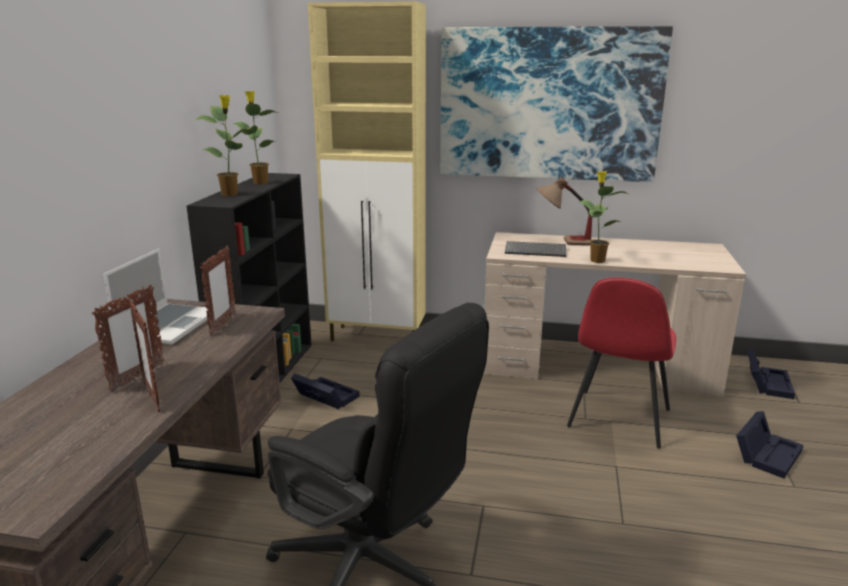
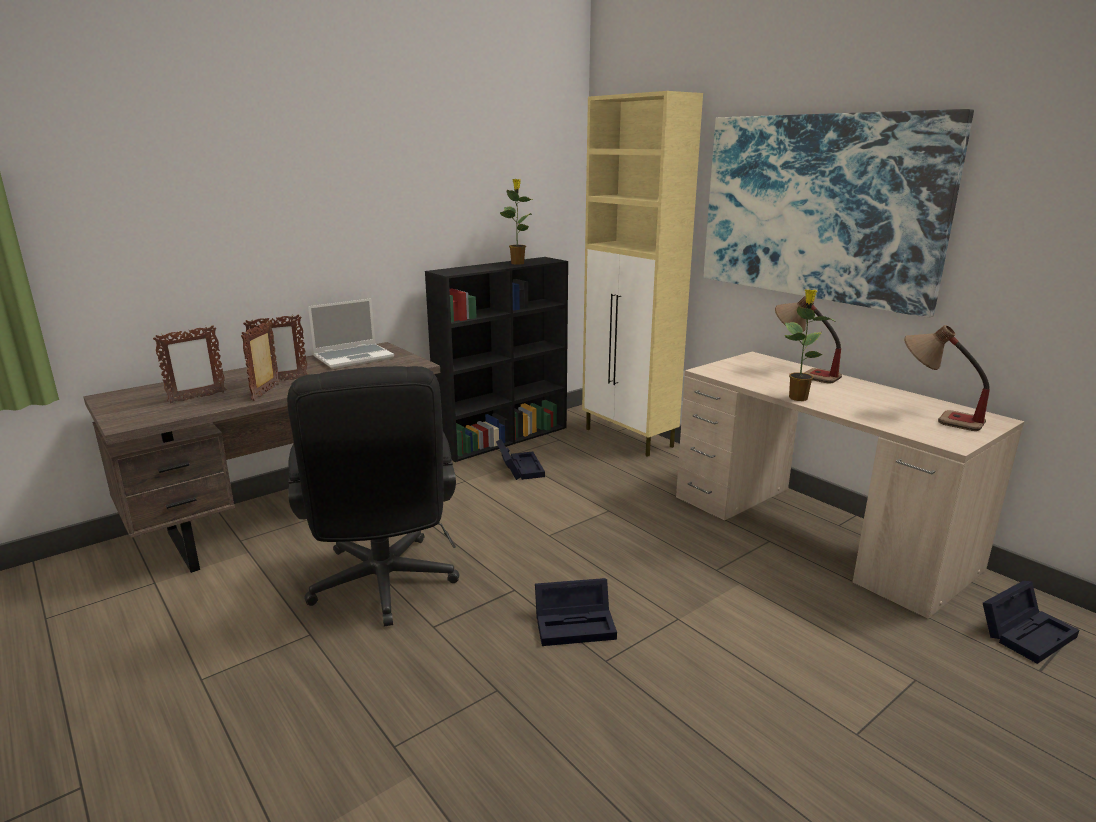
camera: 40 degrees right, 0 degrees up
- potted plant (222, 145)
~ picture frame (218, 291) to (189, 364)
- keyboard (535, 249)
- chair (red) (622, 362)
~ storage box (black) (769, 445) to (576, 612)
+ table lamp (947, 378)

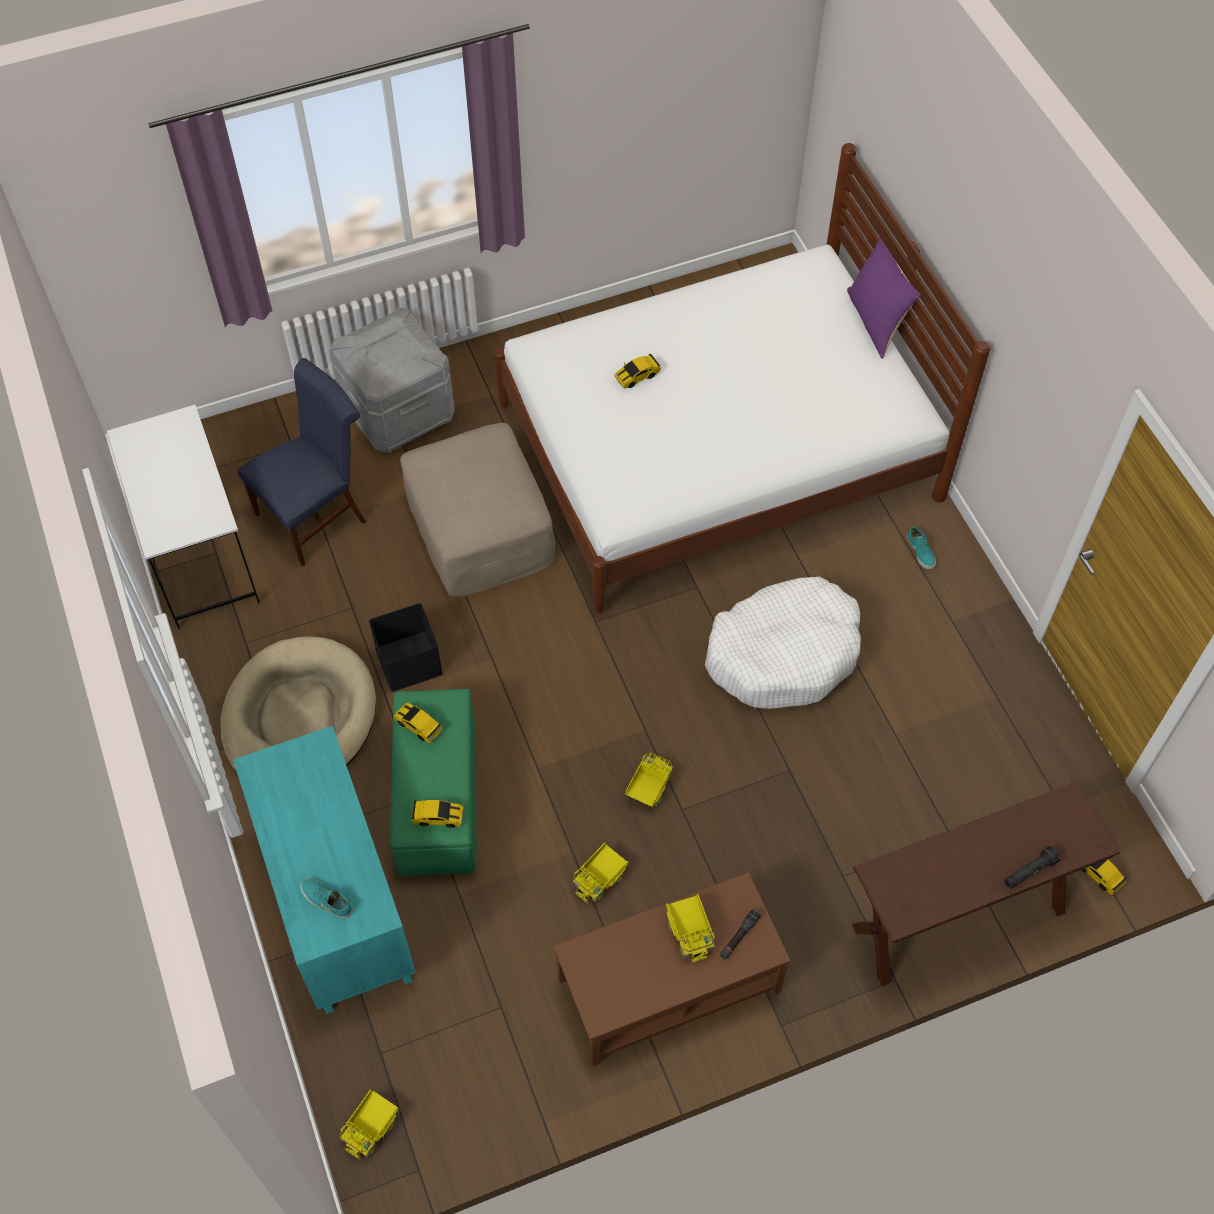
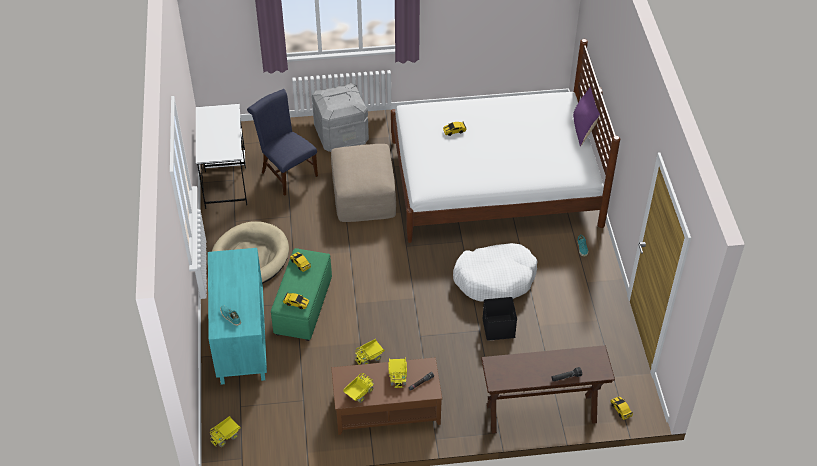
camera: 15 degrees right, 10 degrees down
~ chair (blue) (301, 462) = (282, 142) 105 degrees counterclockwise
~ storage box (black) (406, 647) to (499, 319)
~ toy truck (649, 780) to (358, 388)

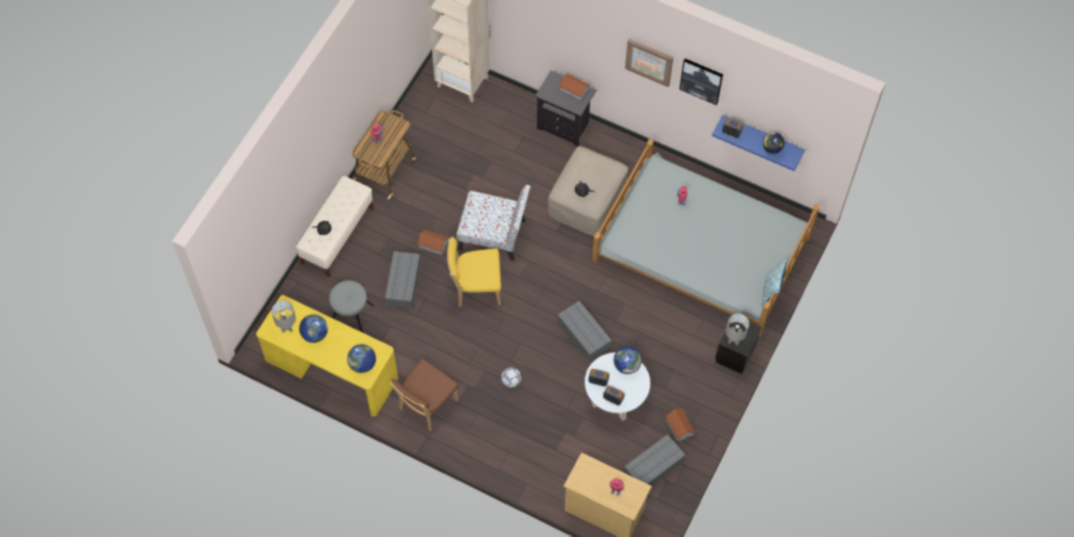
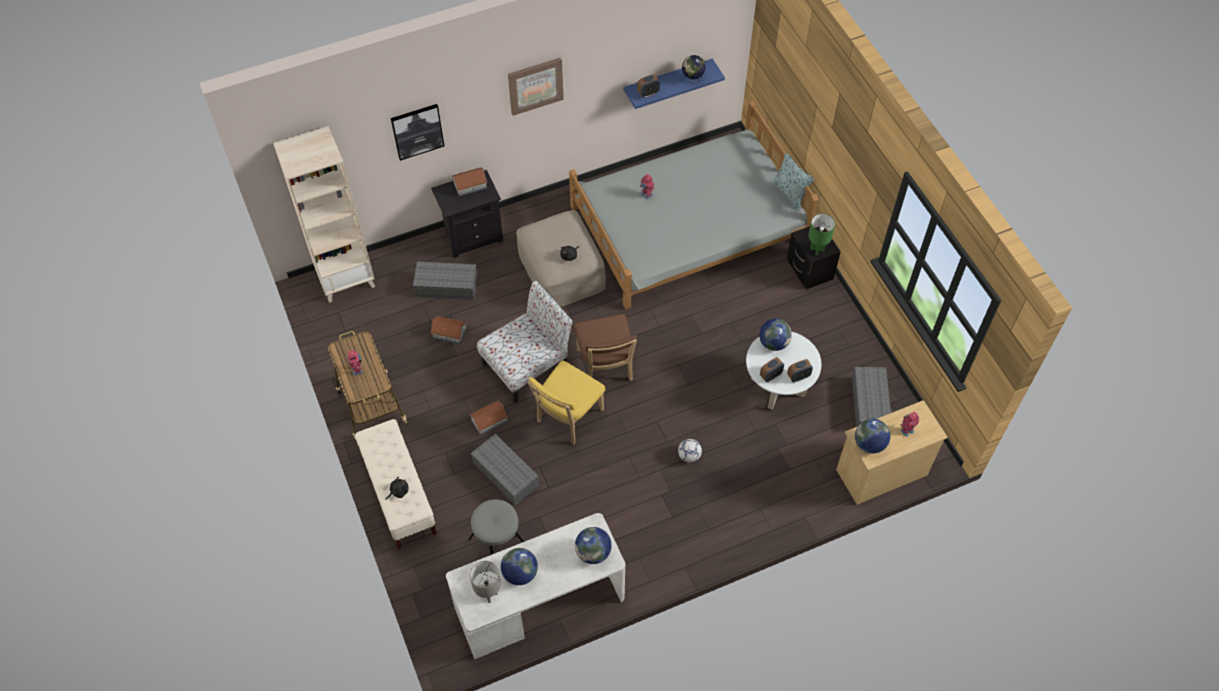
camera: 50 degrees left, 5 degrees down
~ desk (yellow) (327, 355) to desk (white) (535, 586)
~ chair (brown) (424, 395) to (605, 347)
~ storage box (grey) (585, 331) to (445, 280)
~ toy house (680, 425) to (448, 330)
~ picture (701, 82) to (417, 132)
~ table lamp (grey) (737, 329) to table lamp (green) (821, 235)
+ globe (872, 436)

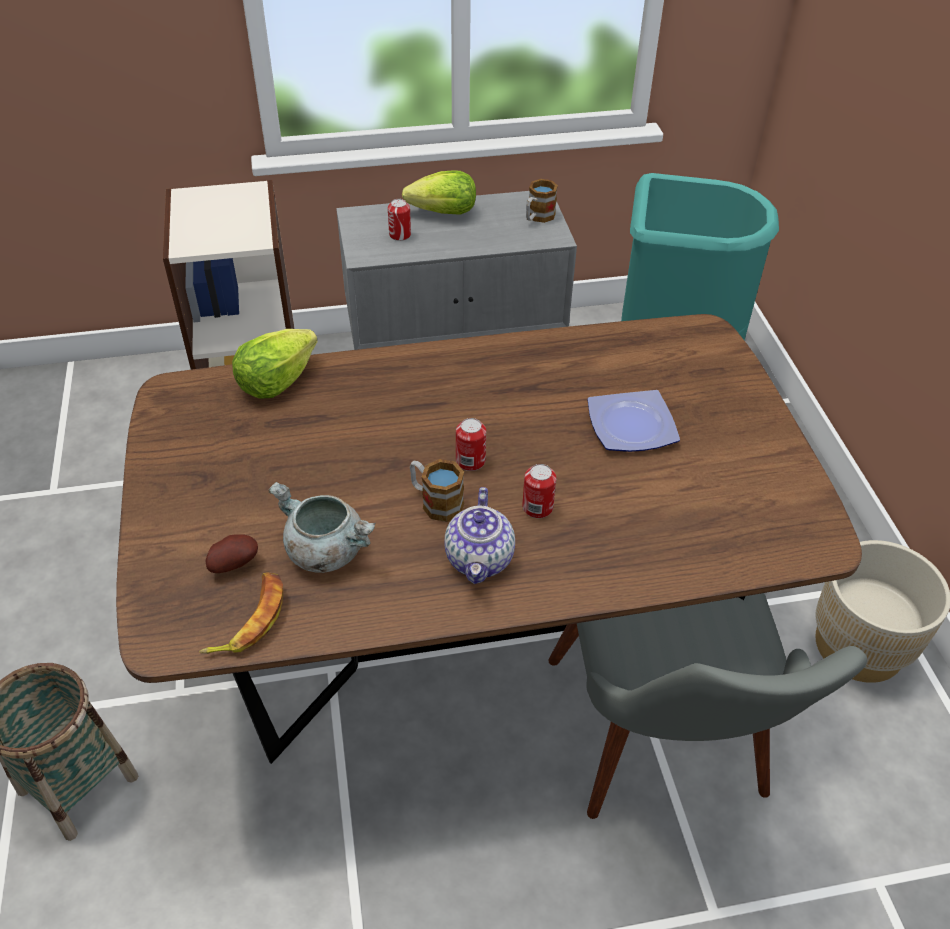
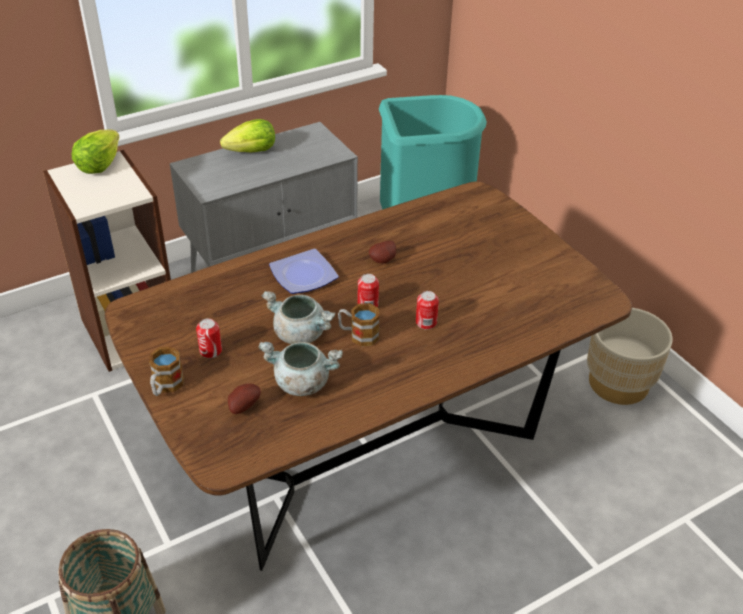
camera: 20 degrees left, 5 degrees down
- banana (241, 613)
~ lettuce (275, 364) to (95, 152)
~ can (399, 220) to (209, 338)
- teapot (479, 535)
~ mug (542, 201) to (166, 371)
- chair (grey) (707, 706)
~ plate (633, 421) to (304, 271)
+ cooking pot (grey) (298, 317)
+ potato (382, 252)

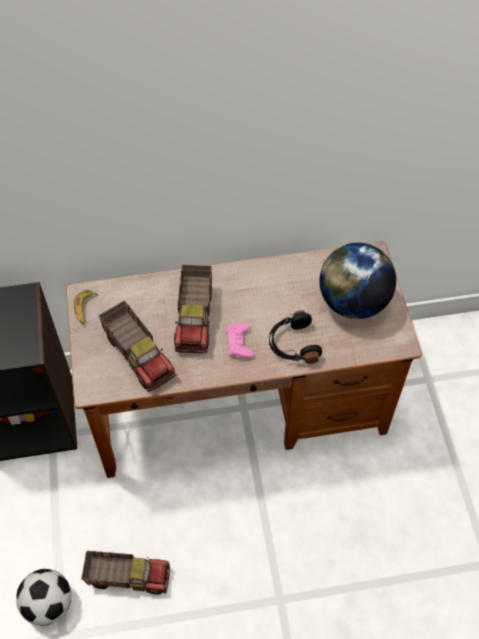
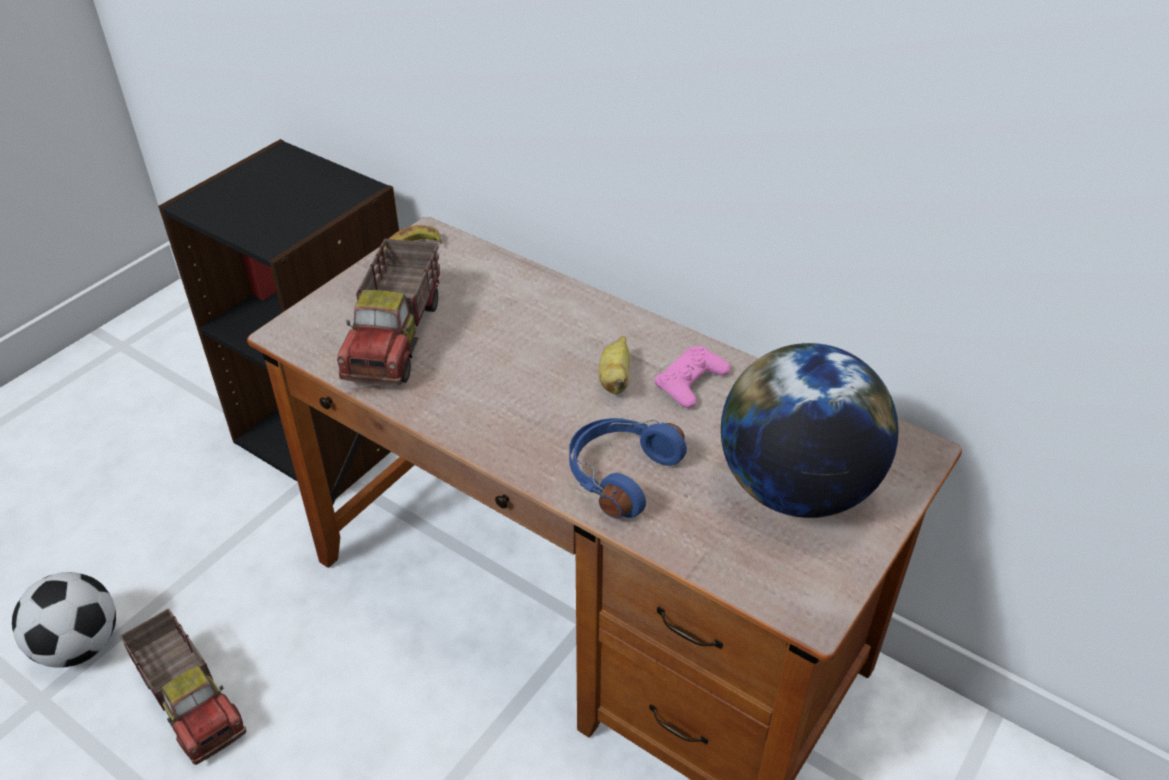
camera: 45 degrees right, 15 degrees down
- toy truck (193, 309)
~ game controller (pink) (240, 340) to (692, 377)
~ headphones (black) (295, 337) to headphones (blue) (628, 468)
+ banana (614, 365)

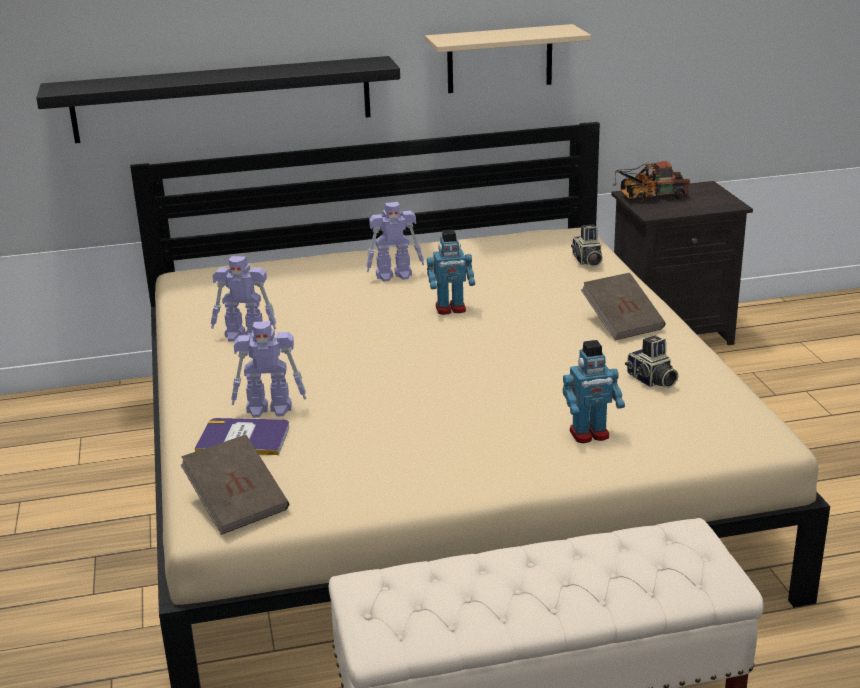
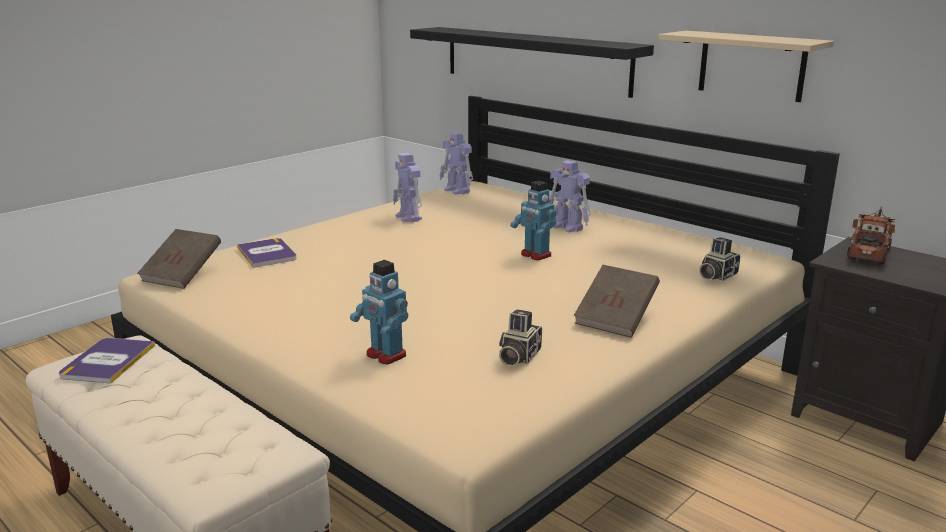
camera: 55 degrees right, 5 degrees down
~ toy robot (268, 369) to (456, 163)
~ toy truck (651, 182) = (871, 235) 75 degrees clockwise
+ book (107, 361)

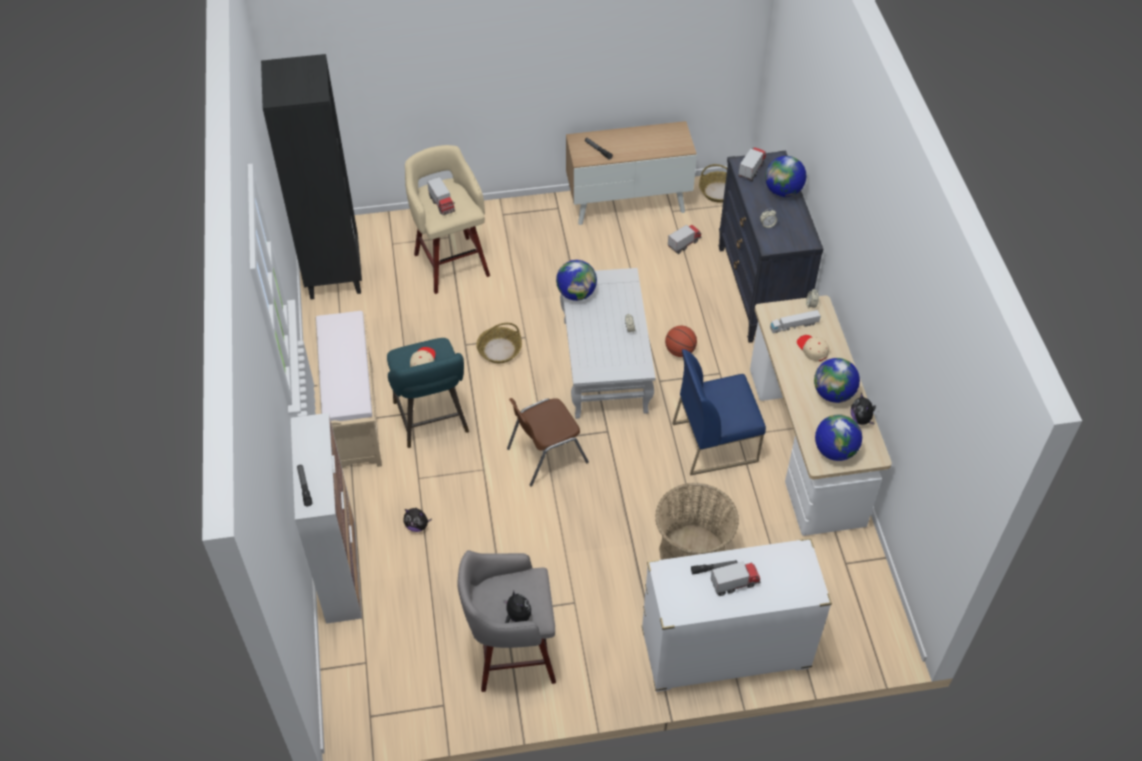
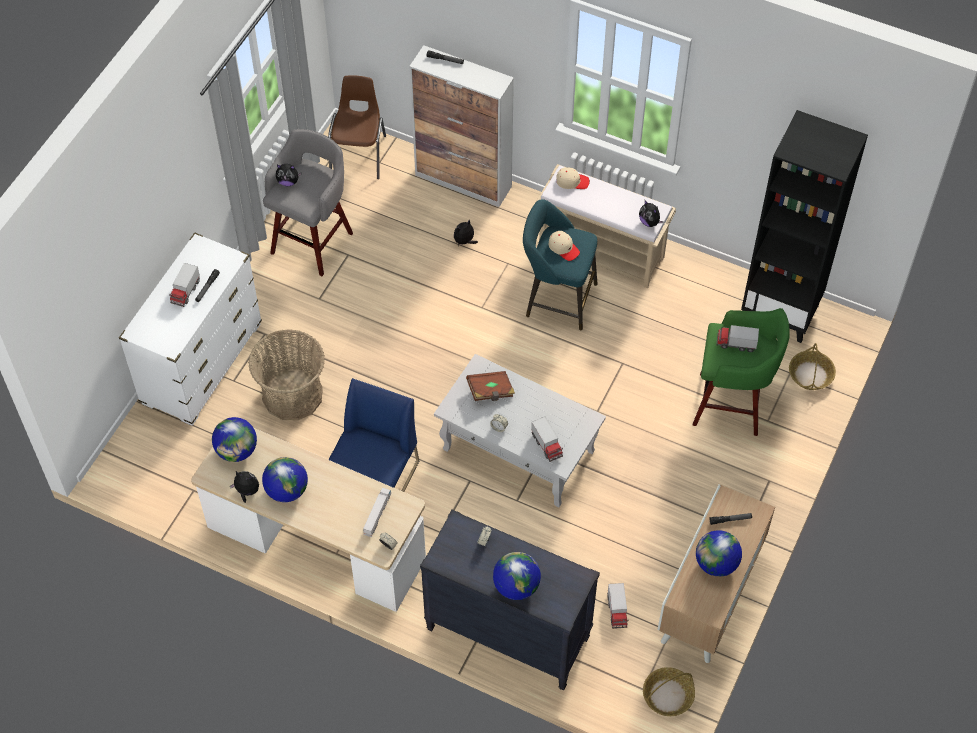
camera: 125 degrees right, 5 degrees up
~ stool (beige) (447, 219) to stool (green) (741, 372)
~ basket (499, 343) to (812, 366)
~ chair (brown) (548, 442) to (357, 127)
~ globe (576, 280) to (719, 553)
- basketball (681, 341)
~ toy truck (752, 164) to (547, 439)
~ cap (beige) (813, 348) to (573, 178)
+ book (brown) (490, 386)
+ plush toy (651, 213)

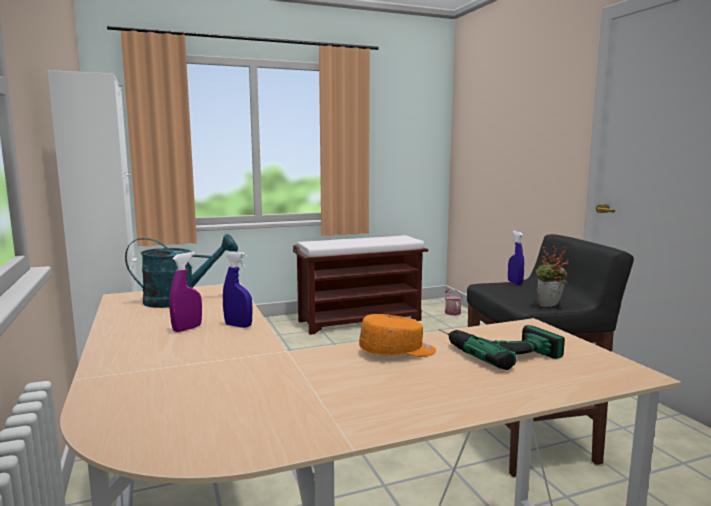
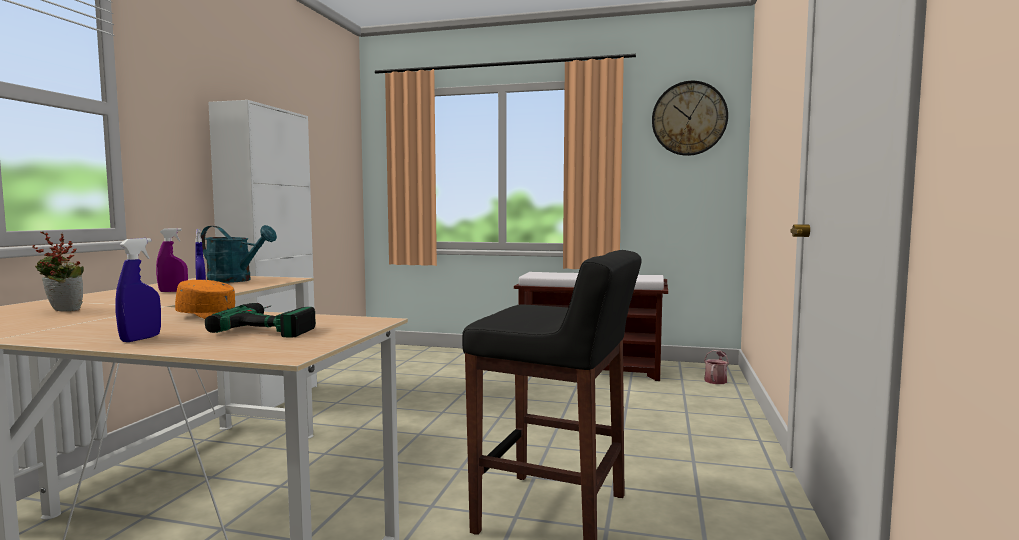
camera: 35 degrees right, 5 degrees down
~ spray bottle (blue) (516, 258) to (138, 290)
~ potted plant (552, 276) to (58, 271)
+ wall clock (690, 118)

